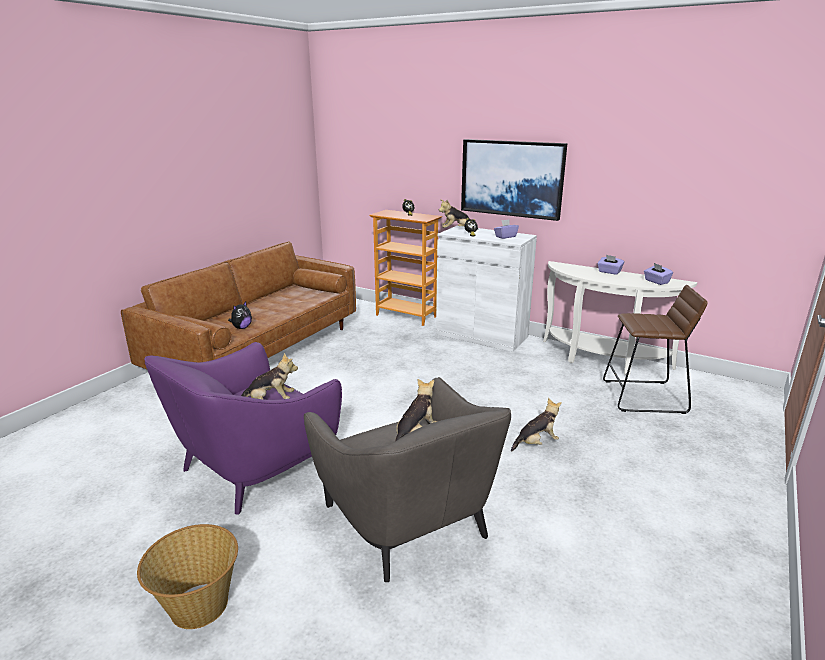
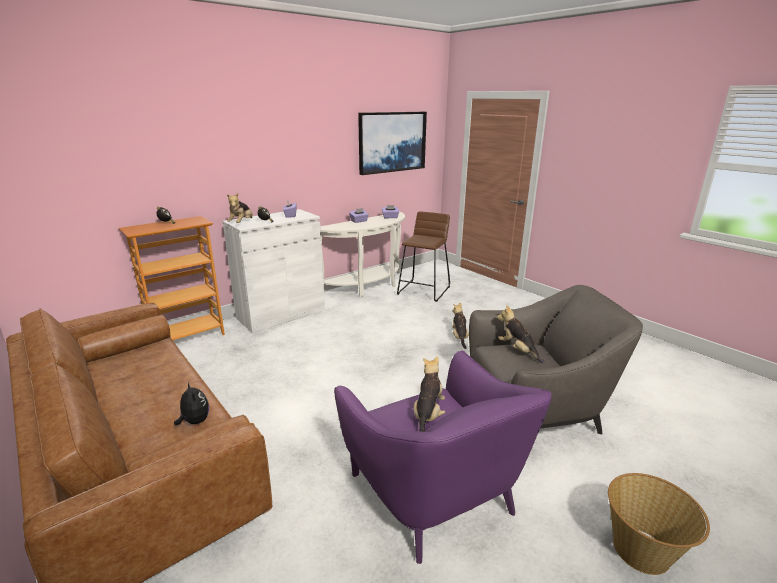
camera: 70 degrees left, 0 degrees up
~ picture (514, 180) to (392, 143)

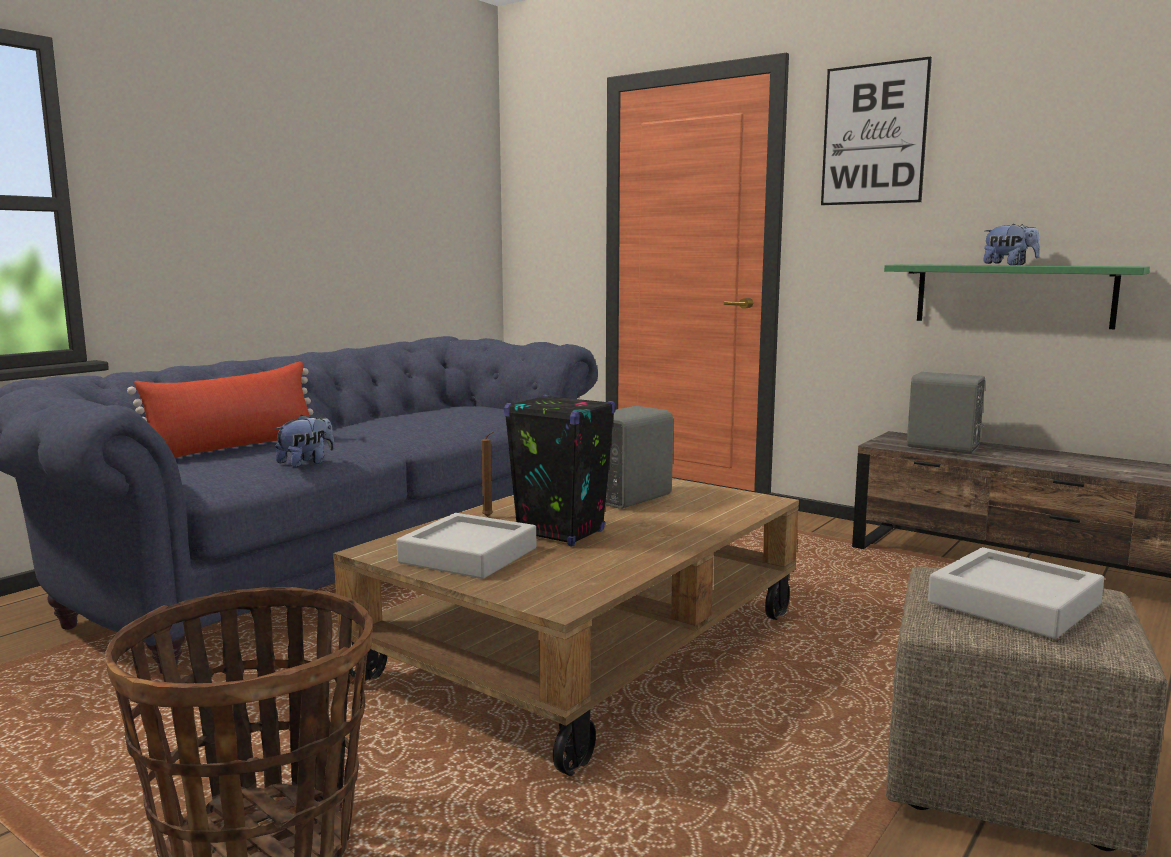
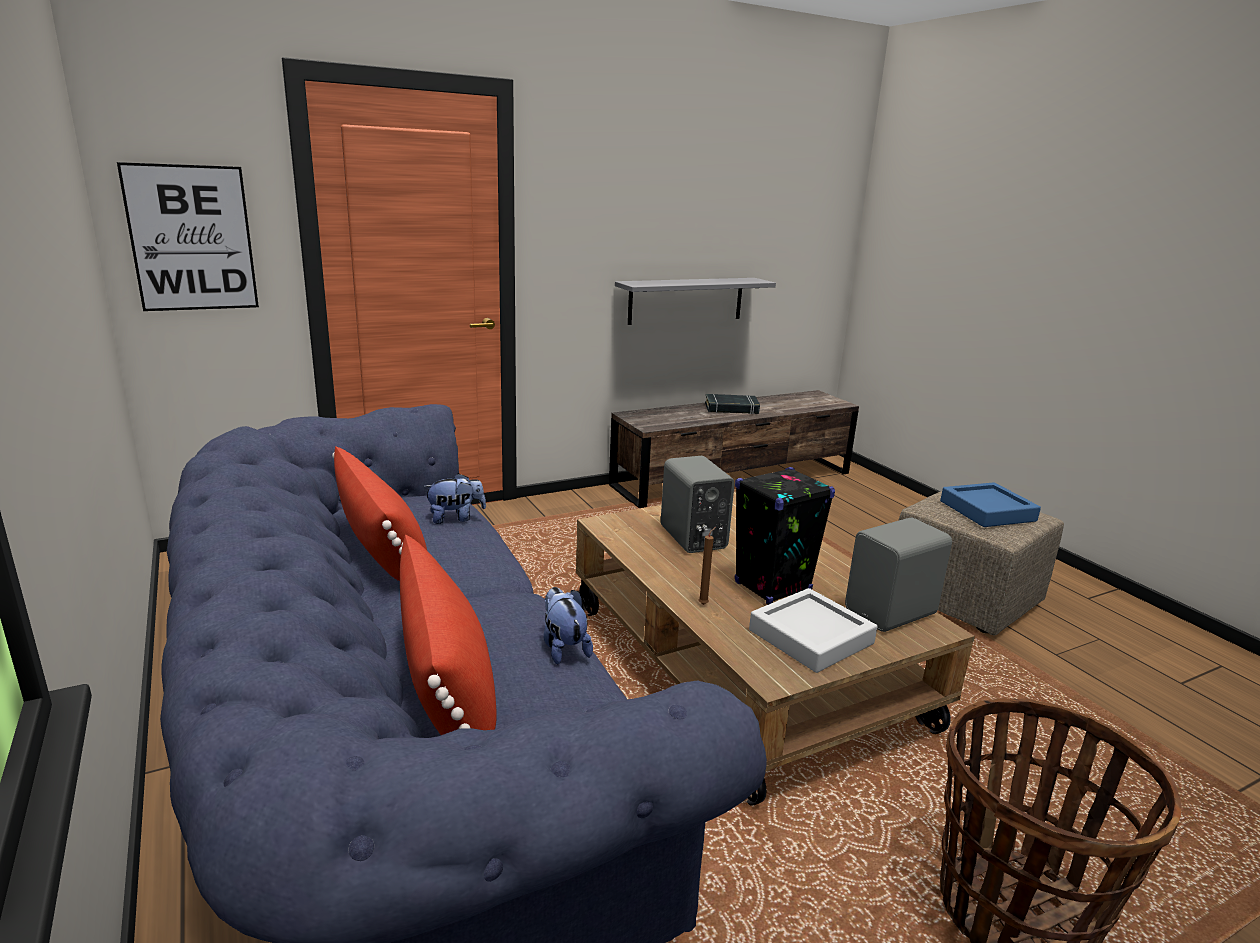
camera: 65 degrees left, 10 degrees up
~ picture (876, 130) to (188, 236)
~ shelf (green) (1017, 296) to shelf (grey) (695, 301)
~ speaker (grey) (946, 413) to (898, 575)
~ tray (grey) (1016, 593) to tray (blue) (990, 504)
~ plush toy (1011, 244) to (454, 498)
+ pillow (red) (379, 513)
+ book (black) (732, 404)

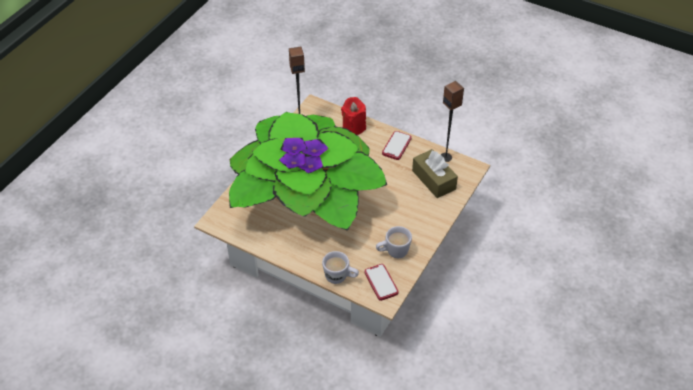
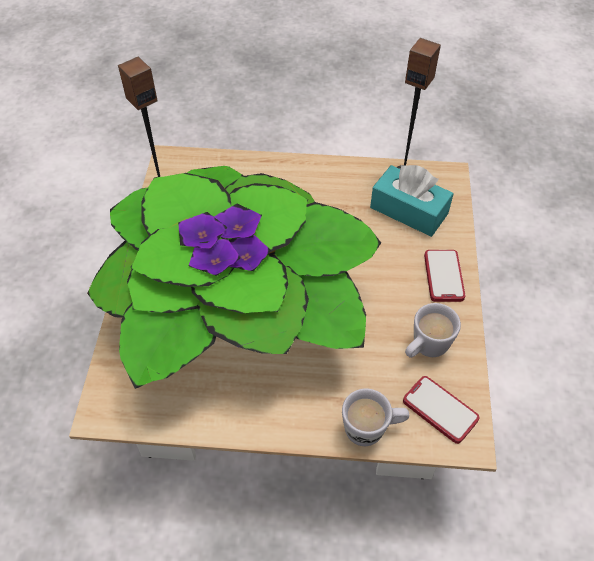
camera: 25 degrees left, 5 degrees up
- candle (red) (353, 116)
~ phone (397, 145) to (445, 276)
~ tissue box (brown) (435, 173) to tissue box (turquoise) (412, 201)

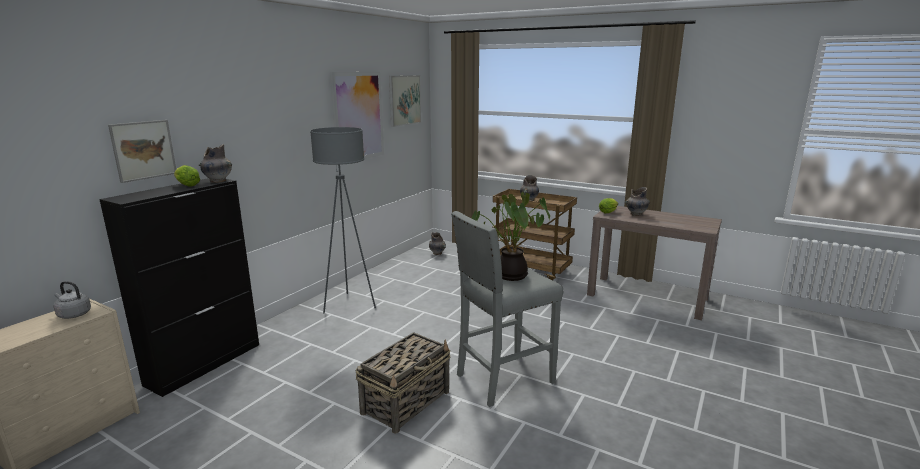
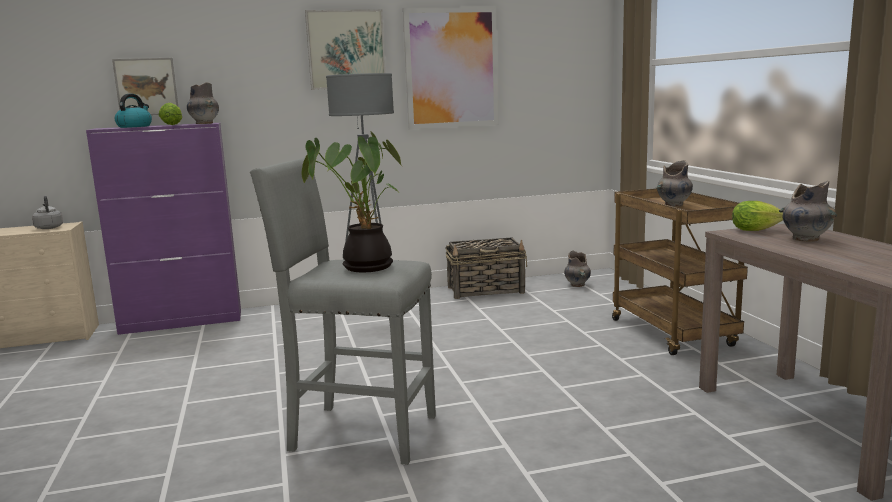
camera: 45 degrees right, 5 degrees down
~ cabinet (black) (179, 287) to cabinet (purple) (163, 229)
~ basket (403, 383) to (486, 268)
~ picture (405, 101) to (345, 49)
+ kettle (133, 111)

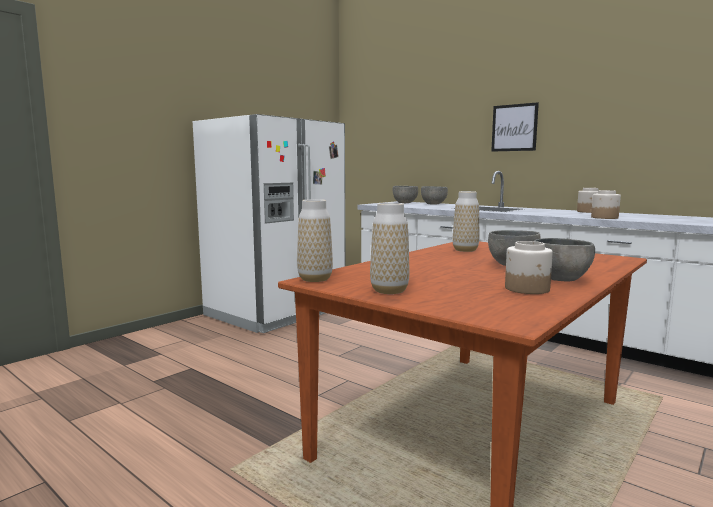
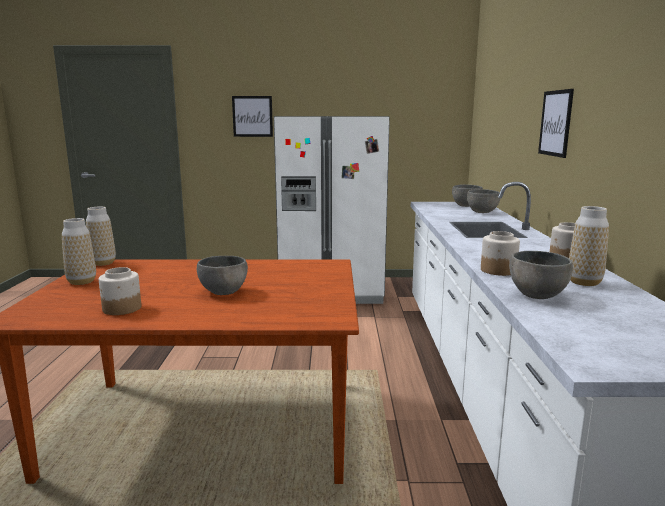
camera: 50 degrees right, 5 degrees up
~ vase (466, 221) to (589, 246)
~ bowl (grey) (564, 259) to (541, 275)
+ picture (252, 116)

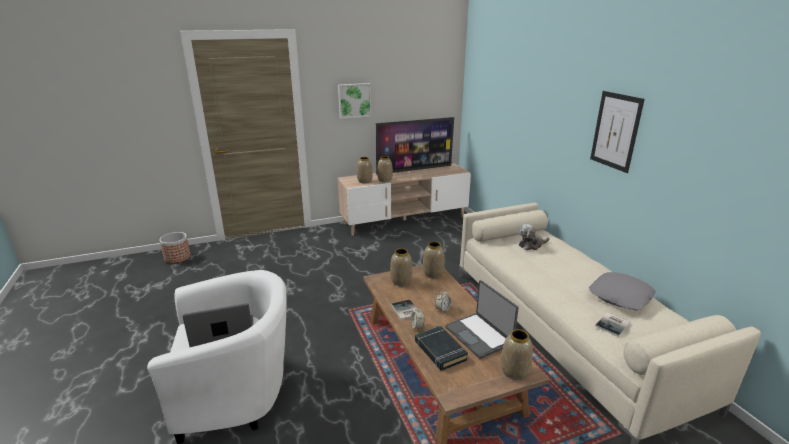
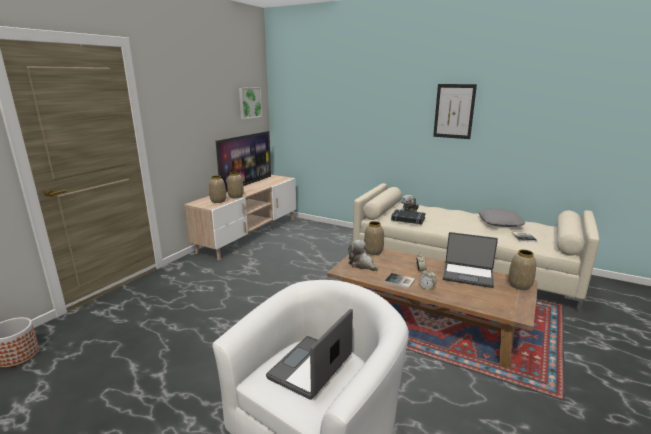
camera: 40 degrees left, 5 degrees down
~ picture (354, 101) to (250, 103)
~ vase (401, 267) to plush toy (363, 255)
~ book (black) (441, 348) to (408, 217)

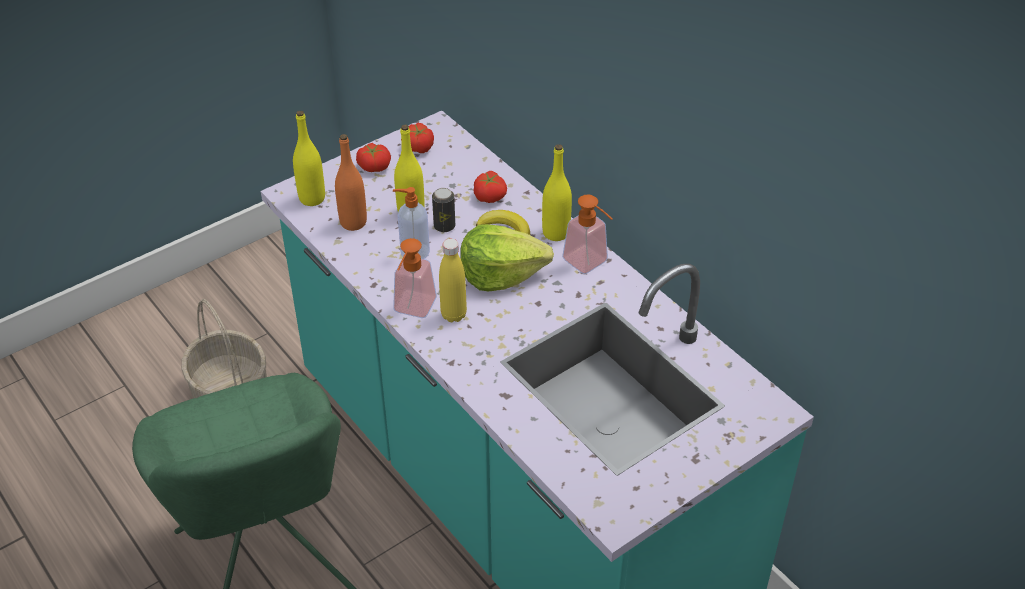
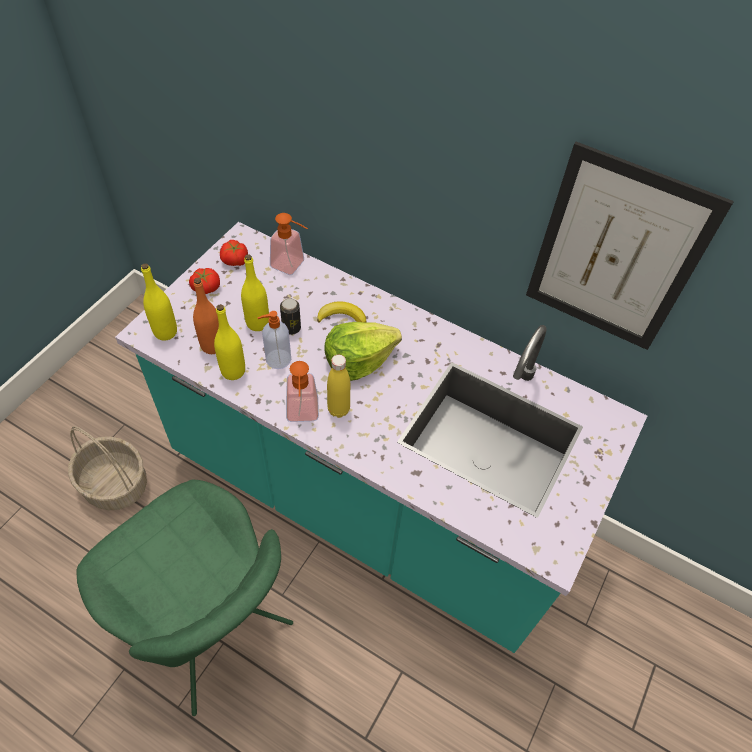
camera: 25 degrees left, 10 degrees up
- tomato (490, 187)
~ bottle (yellow) (557, 192) to (229, 342)
~ soap dispenser (587, 234) to (289, 244)
+ picture (630, 246)

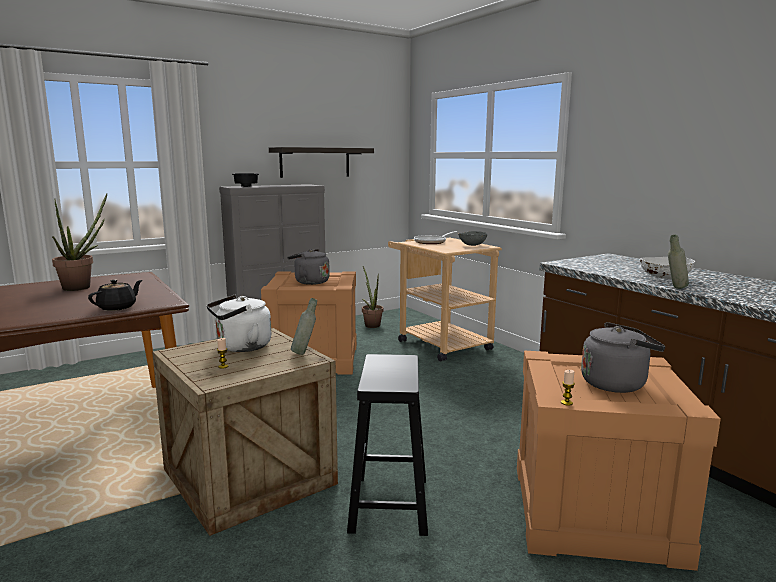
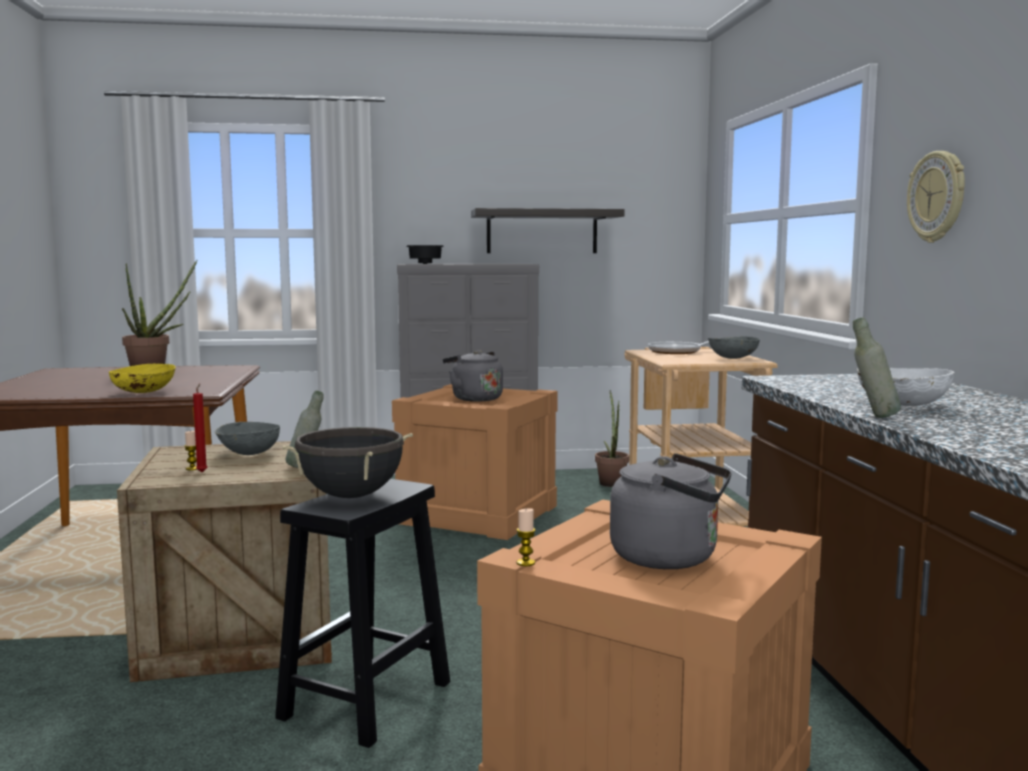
camera: 25 degrees right, 5 degrees down
~ teapot (black) (115, 295) to bowl (yellow) (142, 378)
~ kettle (white) (239, 323) to bowl (grey) (247, 438)
+ candle (red) (200, 427)
+ cooking pot (black) (347, 462)
+ wall clock (936, 197)

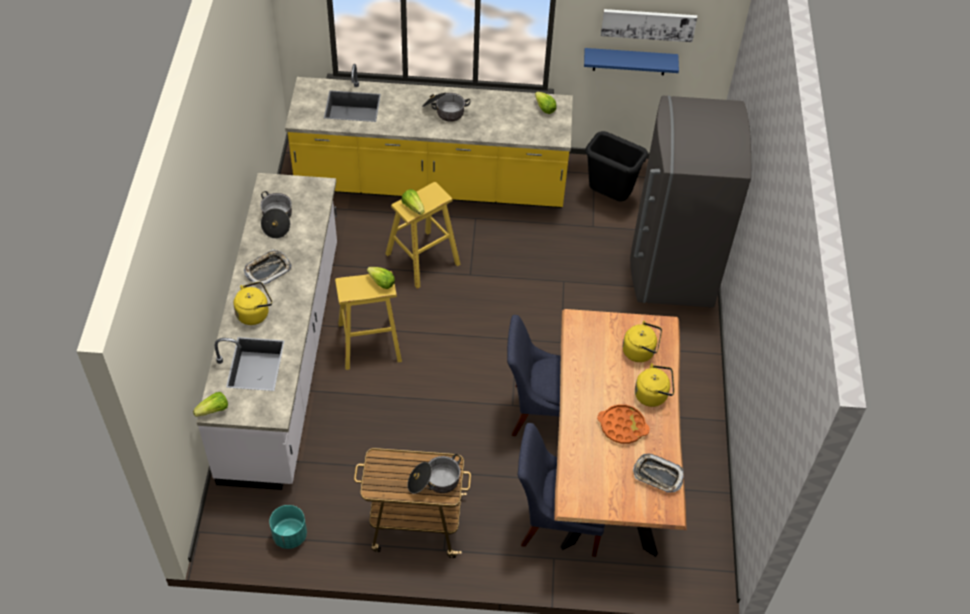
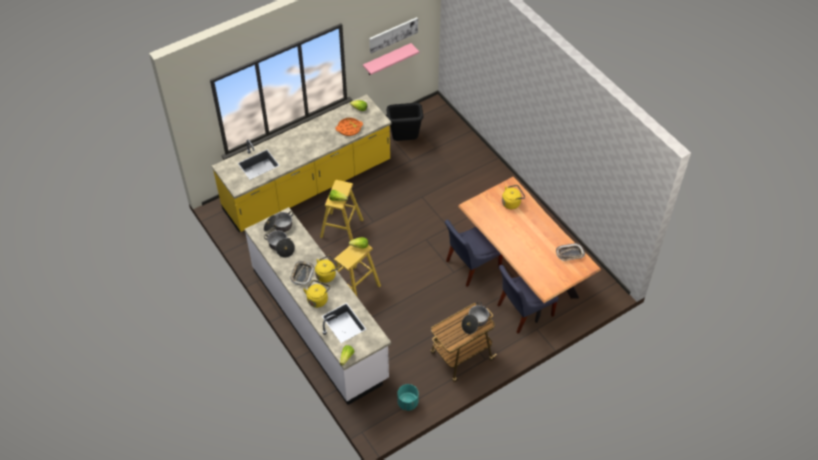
camera: 35 degrees left, 0 degrees up
~ cooking pot (446, 107) to (278, 221)
~ shelf (blue) (631, 61) to shelf (pink) (391, 59)
~ tray (orange) (623, 424) to (349, 127)
- fridge (grey) (690, 202)
~ kettle (yellow) (654, 385) to (327, 269)

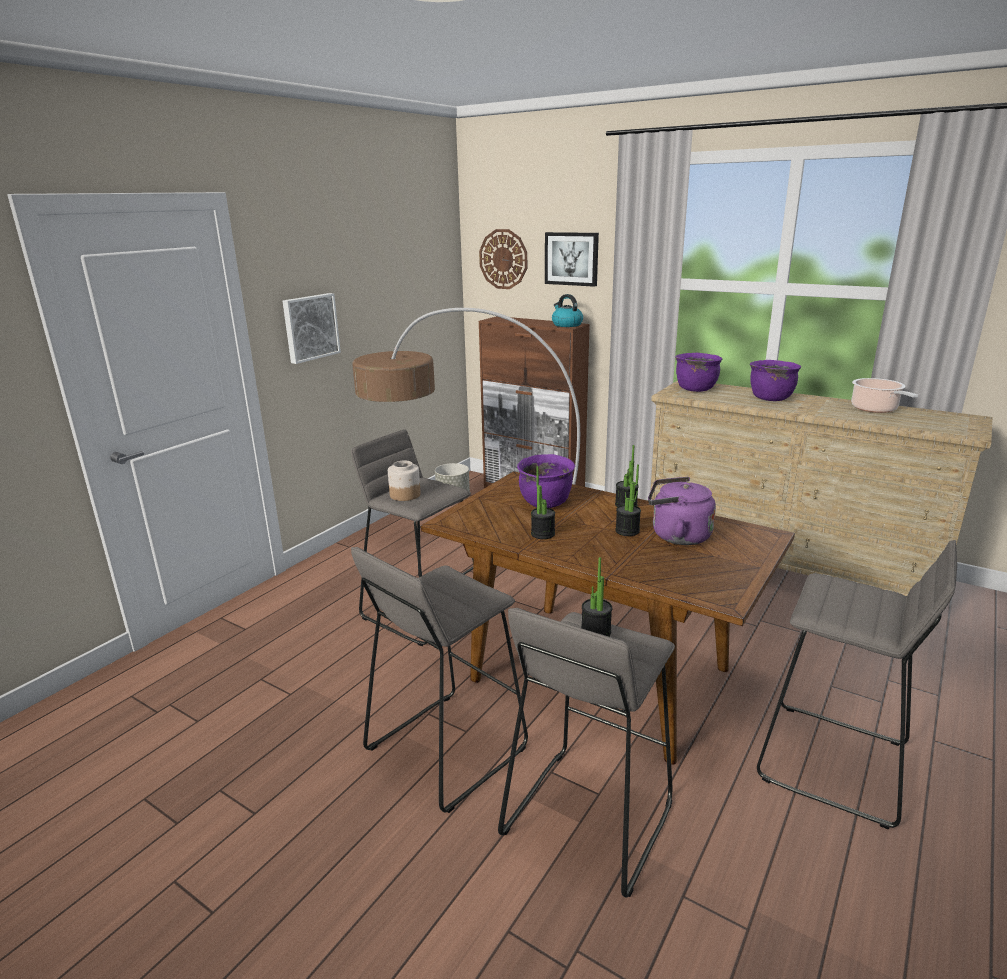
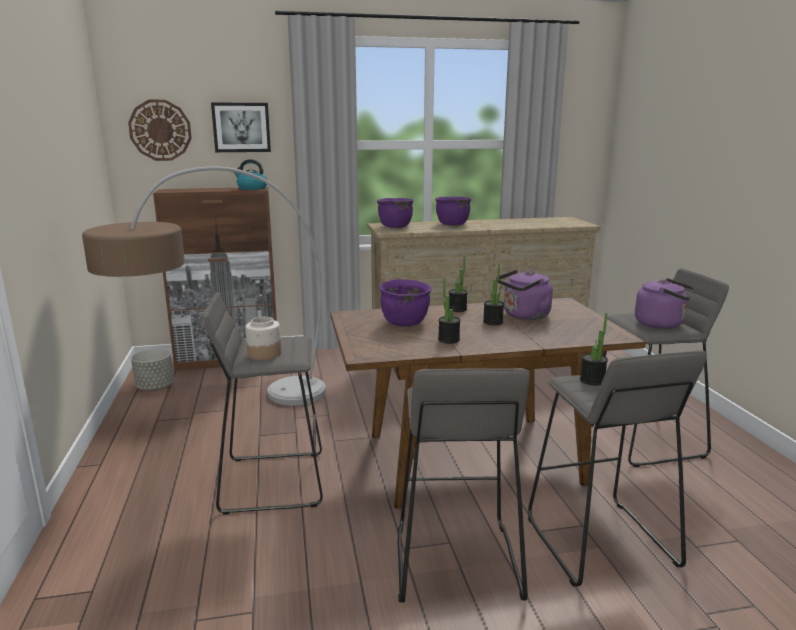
camera: 45 degrees left, 5 degrees down
- picture (311, 328)
- cooking pot (884, 395)
+ kettle (purple) (664, 303)

